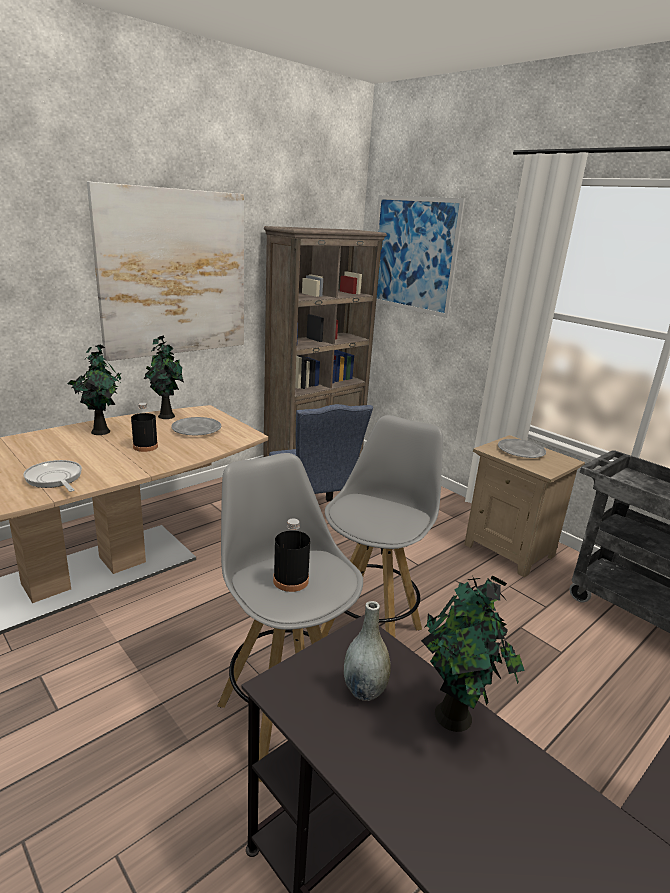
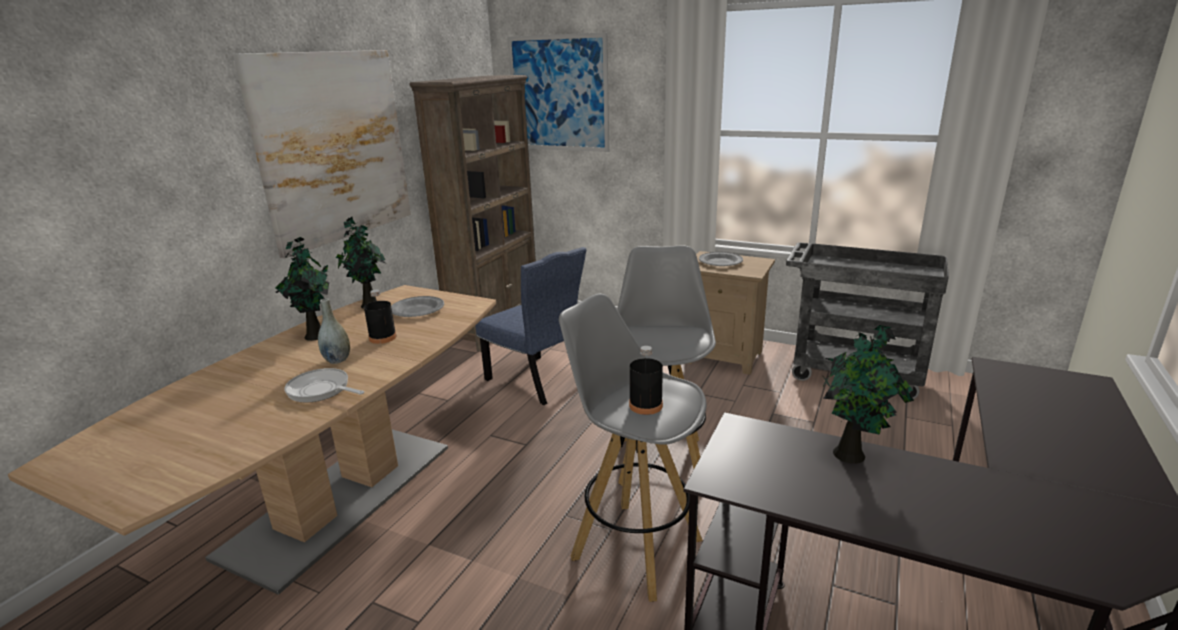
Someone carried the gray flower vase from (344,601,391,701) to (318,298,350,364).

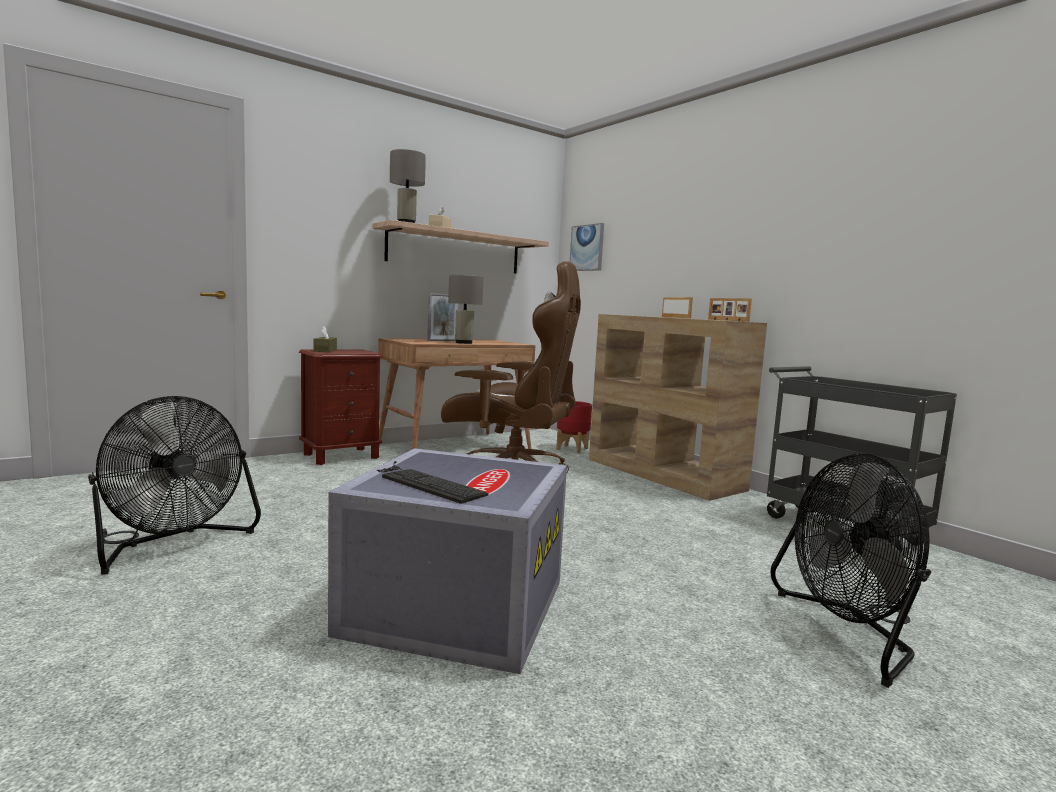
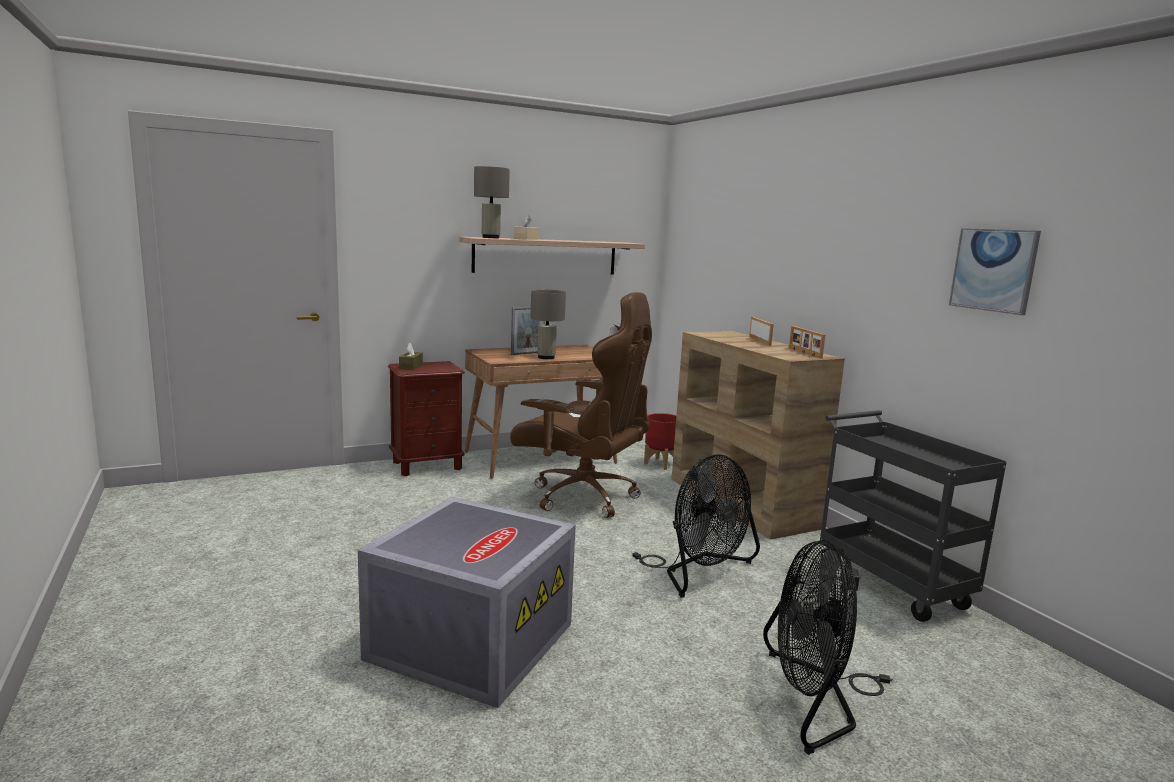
Someone carried the wall picture from (570,223,604,271) to (949,228,1041,315).
Someone carried the blackish electric fan from (88,396,261,575) to (632,454,760,598).
Someone took away the PC keyboard at (376,461,488,504).

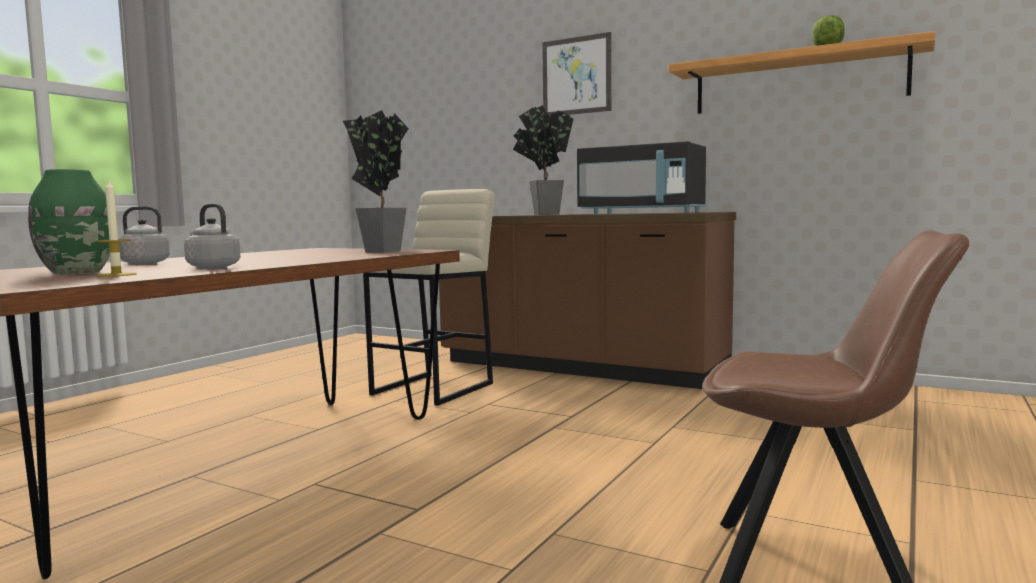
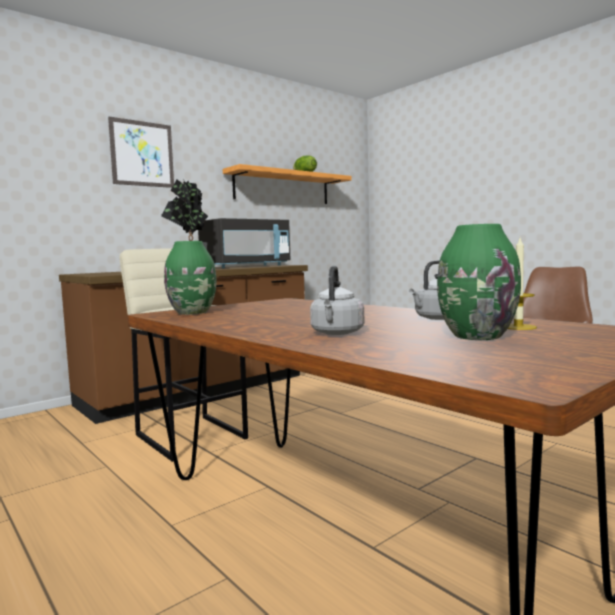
Someone took away the plant in a pot at (343,110,409,252).
Someone put down the green flower vase at (164,241,216,315).

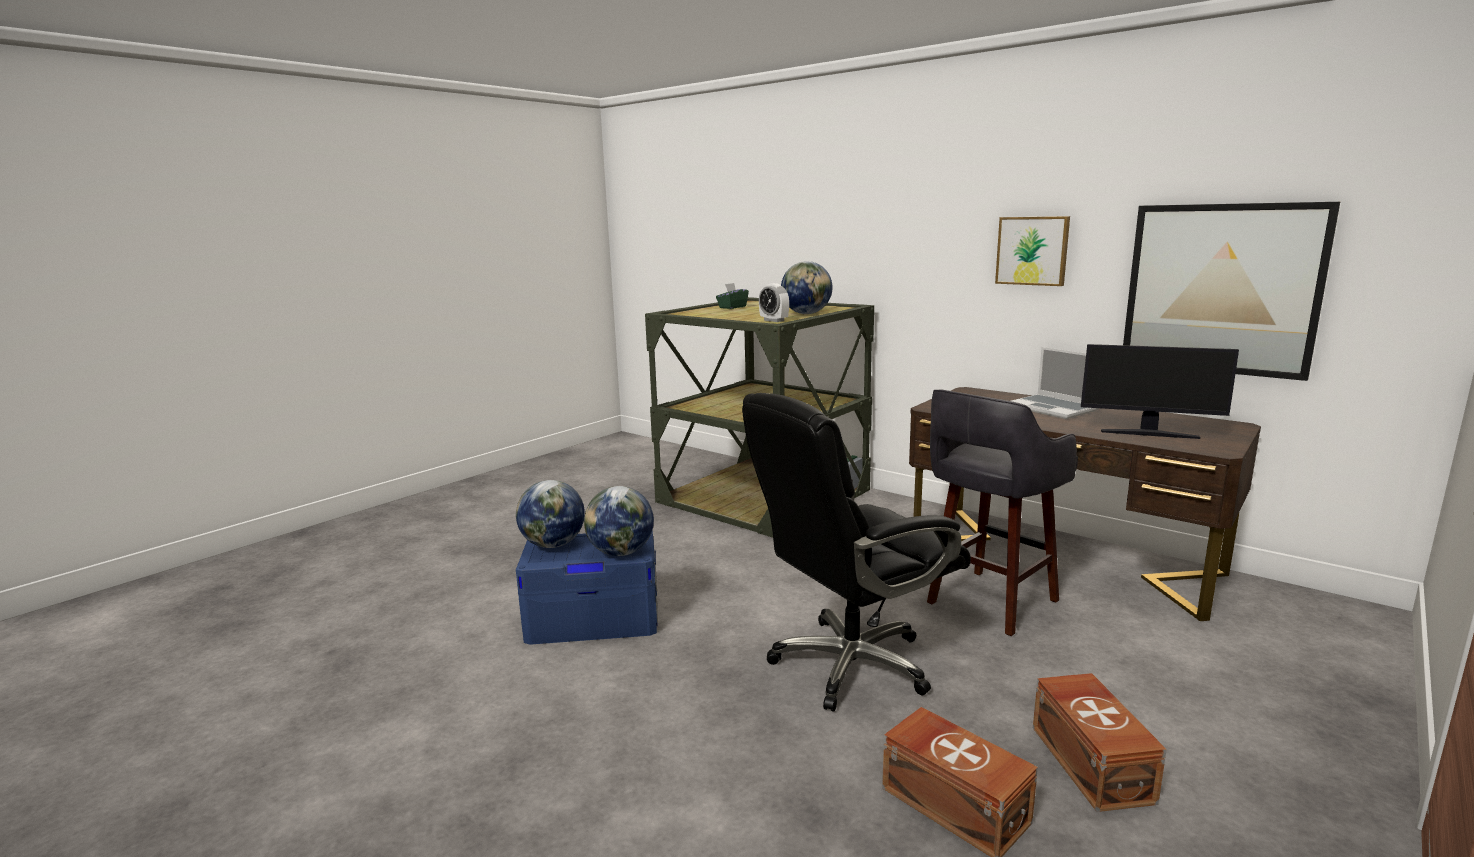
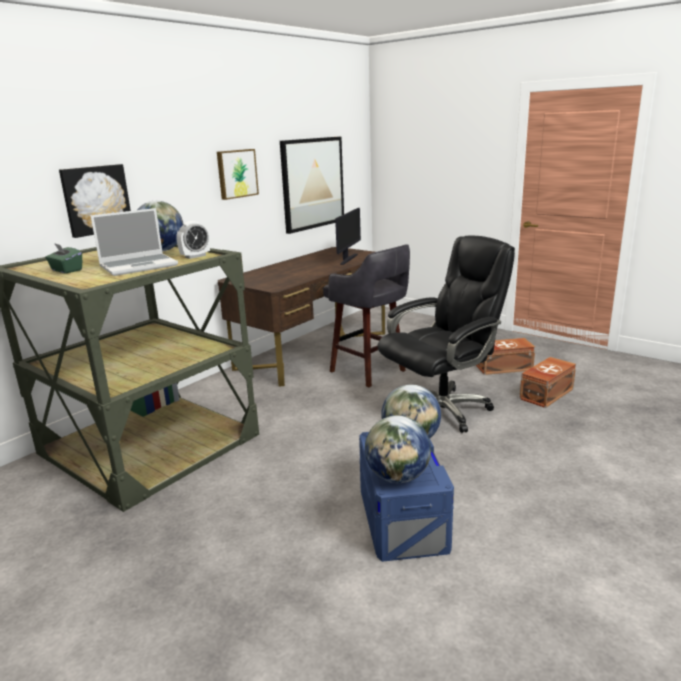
Someone carried the portable computer from (1011,347,1099,419) to (90,208,178,276).
Someone rotated the blackish computer chair at (742,393,971,712) by 90 degrees counterclockwise.
Someone put up the wall picture at (59,164,131,238).

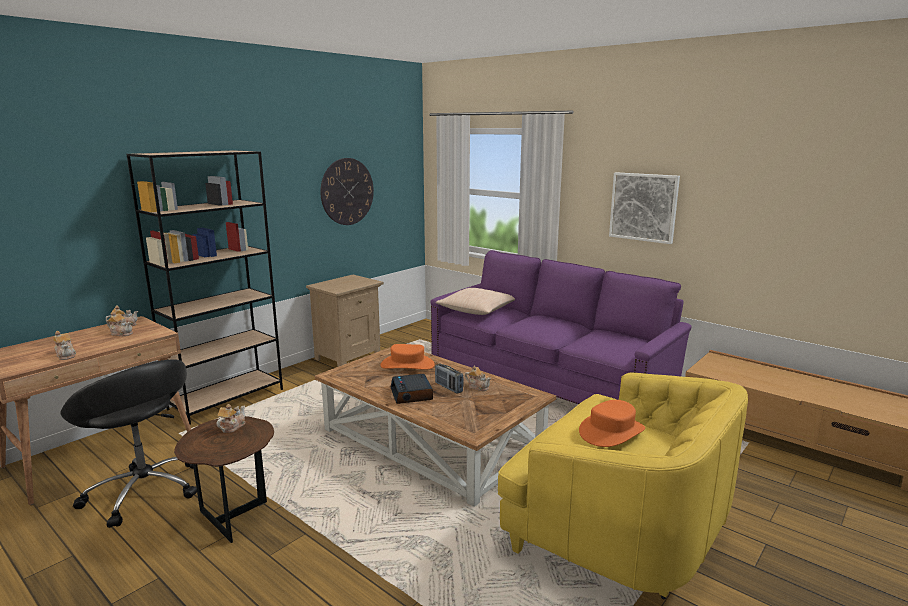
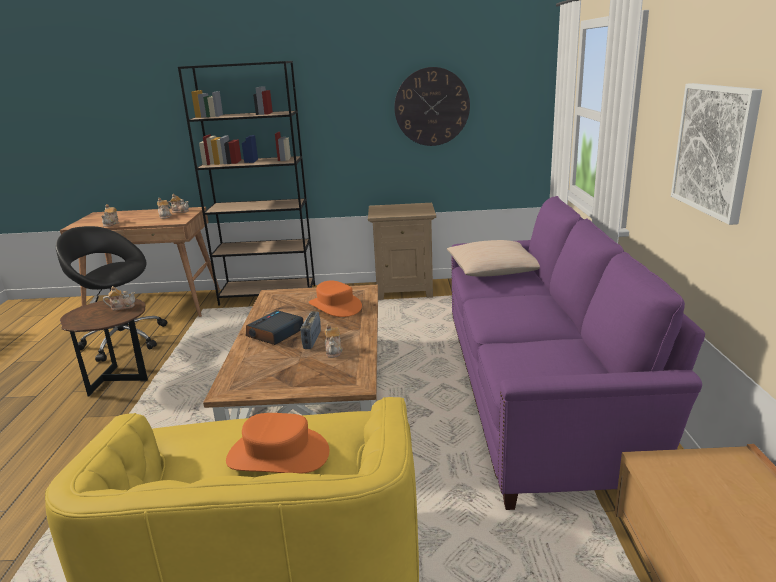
Someone rotated the blackish computer chair at (60,359,197,528) by 105 degrees clockwise.

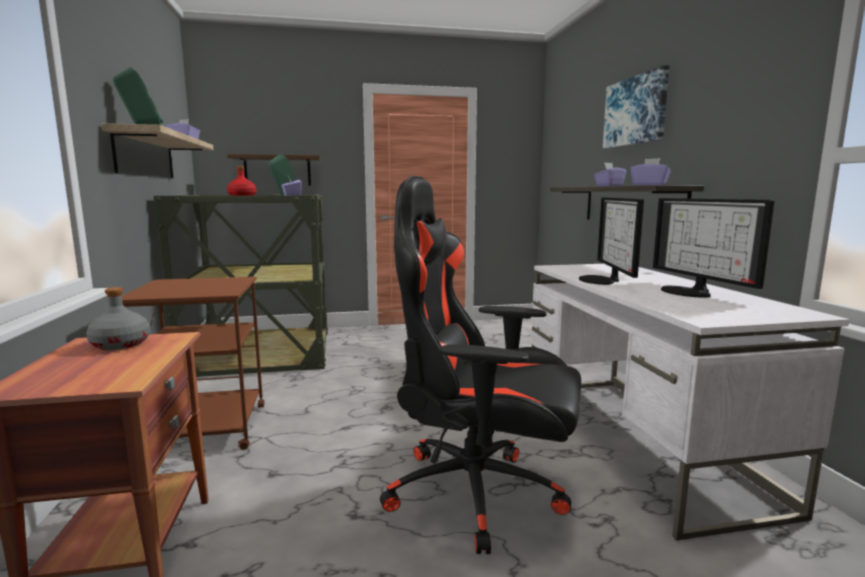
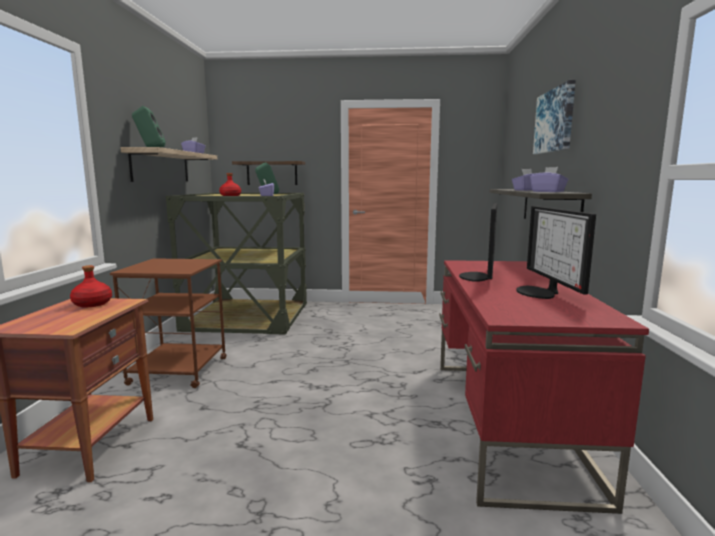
Someone took away the blackish computer chair at (380,176,581,554).
Someone repainted the whitish desk at (531,264,849,541), which became the reddish desk at (439,260,649,514).
Someone repainted the gray bottle at (86,287,150,350), which became the reddish bottle at (70,265,112,307).

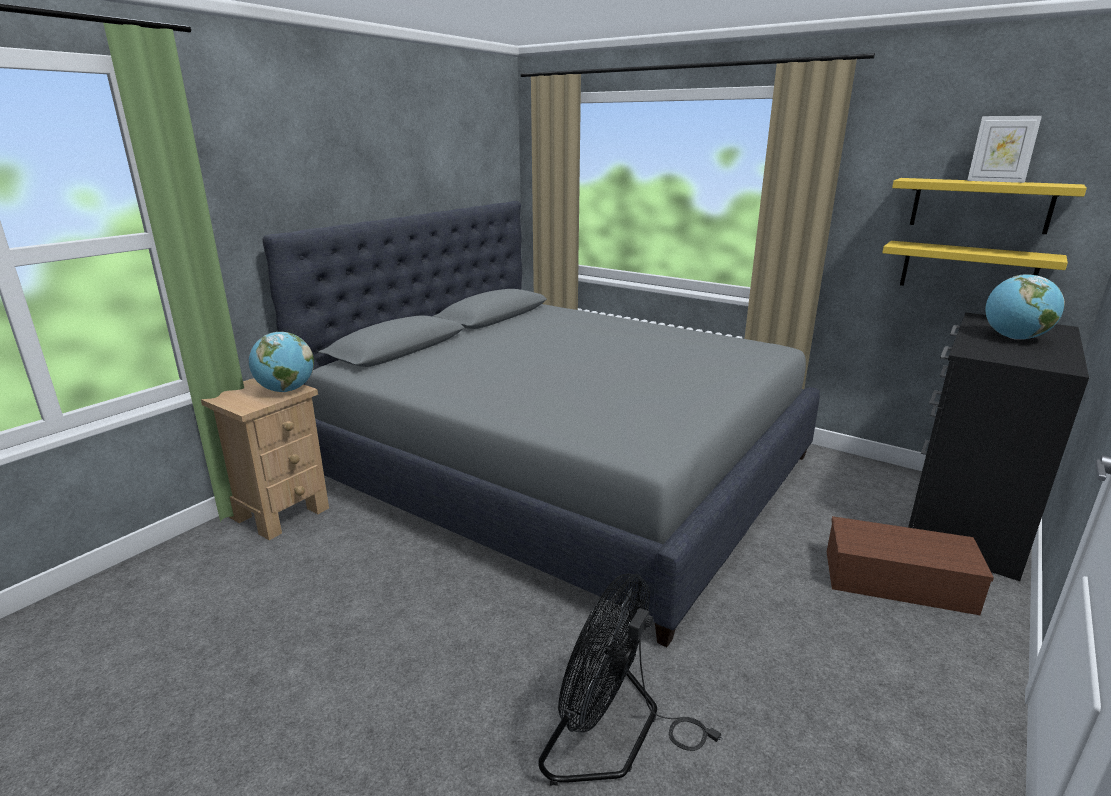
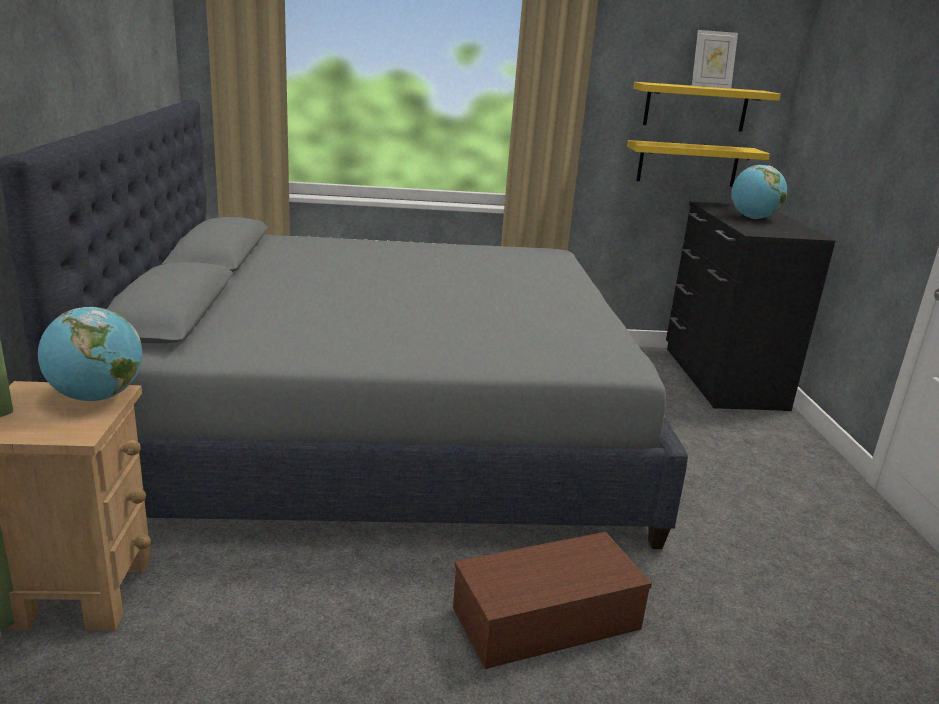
Someone carried the brown storage box from (827,516,994,615) to (453,532,652,669).
Someone took away the blackish electric fan at (538,573,723,786).

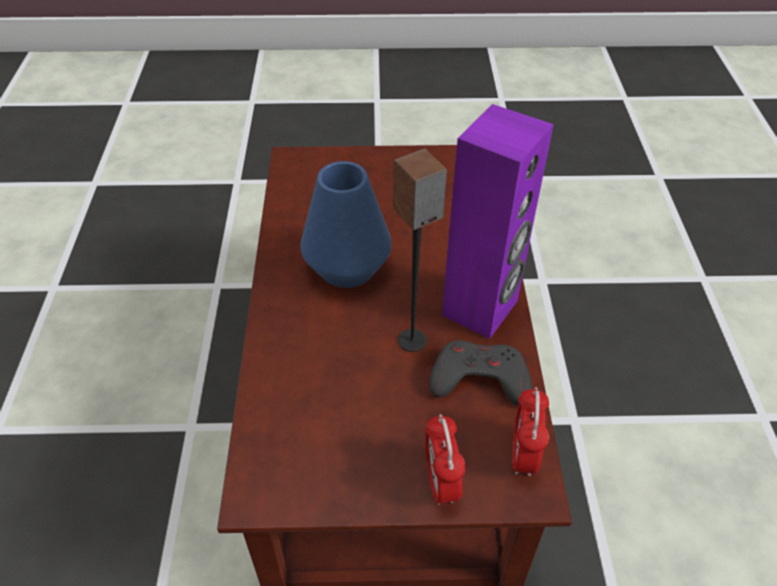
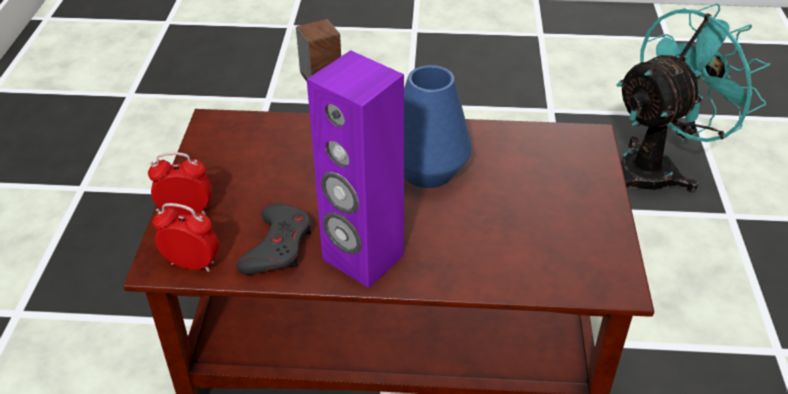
Someone put down the turquoise-coloured electric fan at (616,3,770,192).

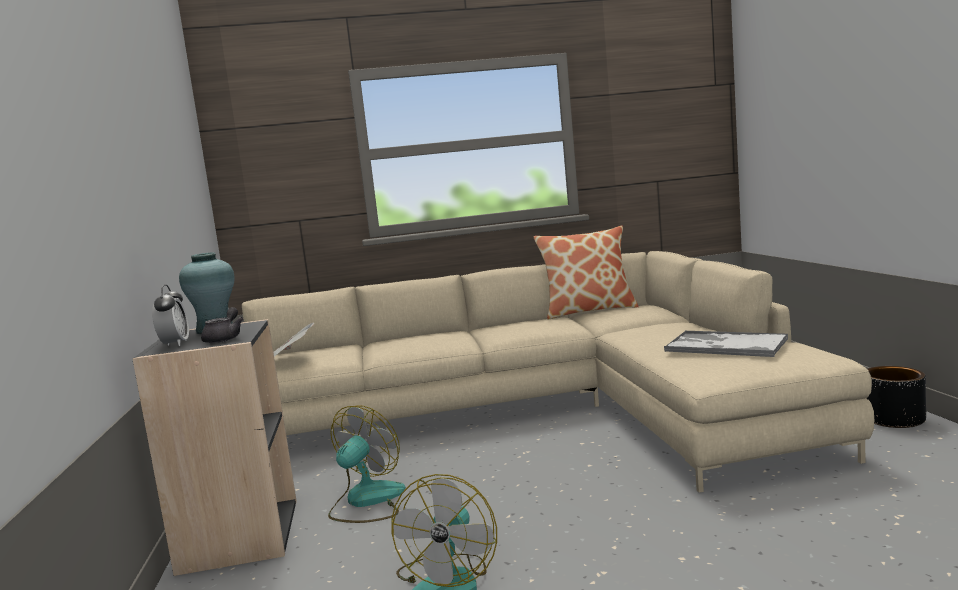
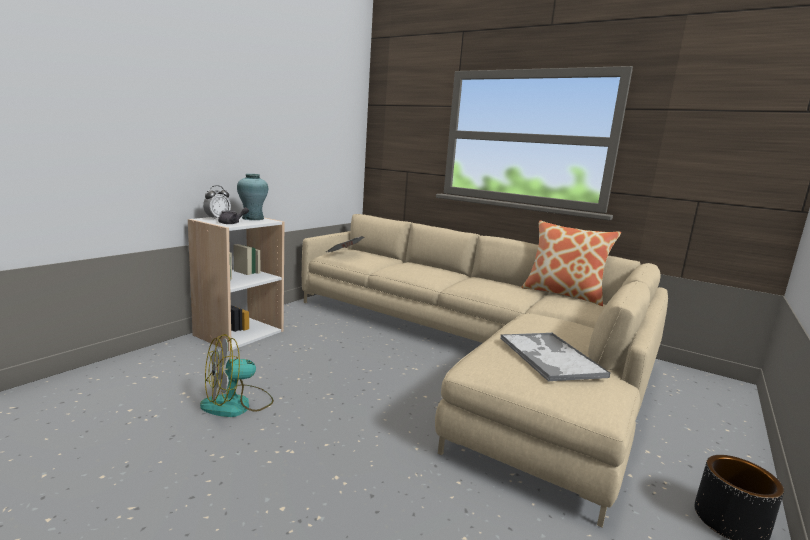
Someone repainted the blackish shelving unit at (132,319,297,576), which became the whitish shelving unit at (188,215,284,351).
Someone took away the electric fan at (328,405,406,523).

